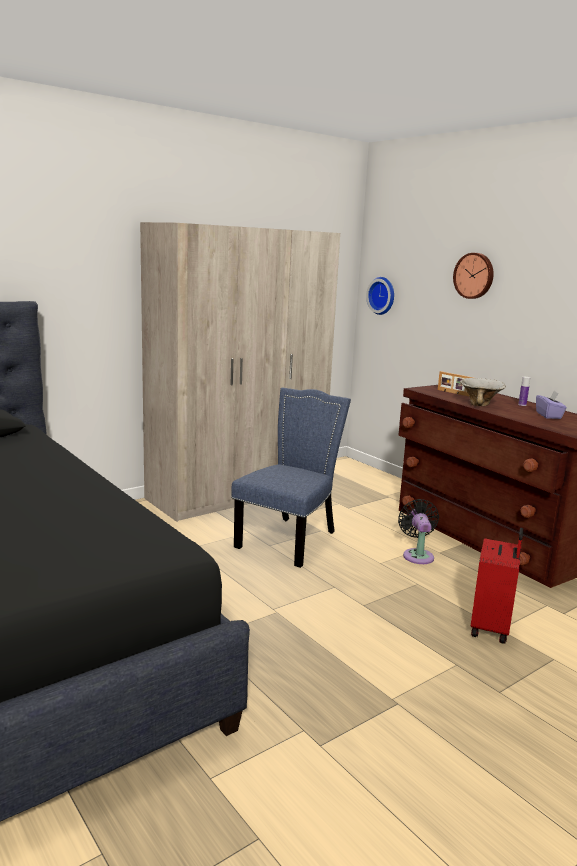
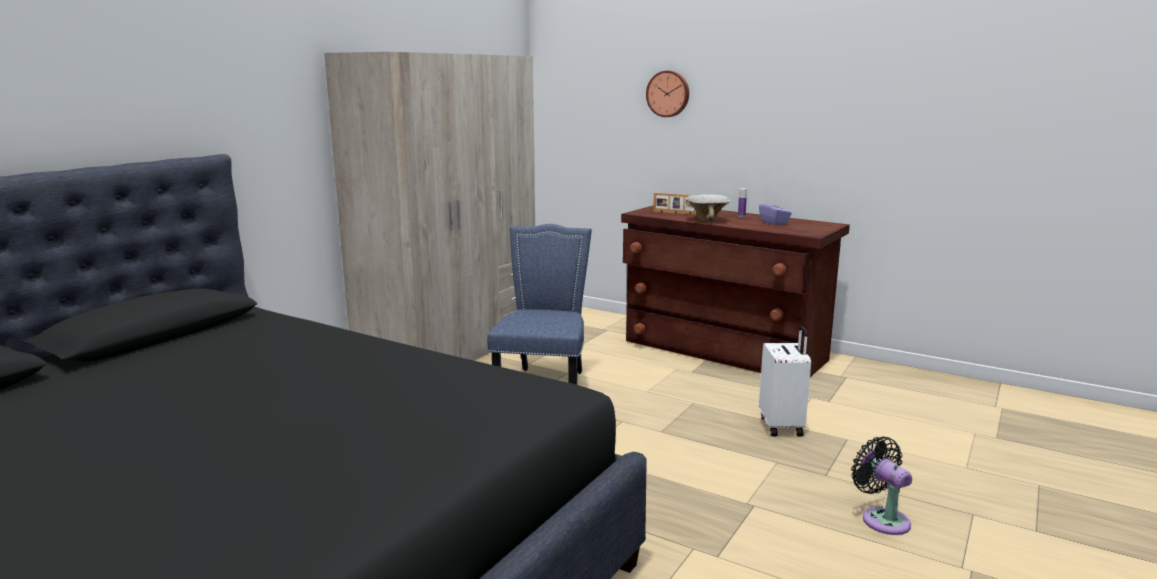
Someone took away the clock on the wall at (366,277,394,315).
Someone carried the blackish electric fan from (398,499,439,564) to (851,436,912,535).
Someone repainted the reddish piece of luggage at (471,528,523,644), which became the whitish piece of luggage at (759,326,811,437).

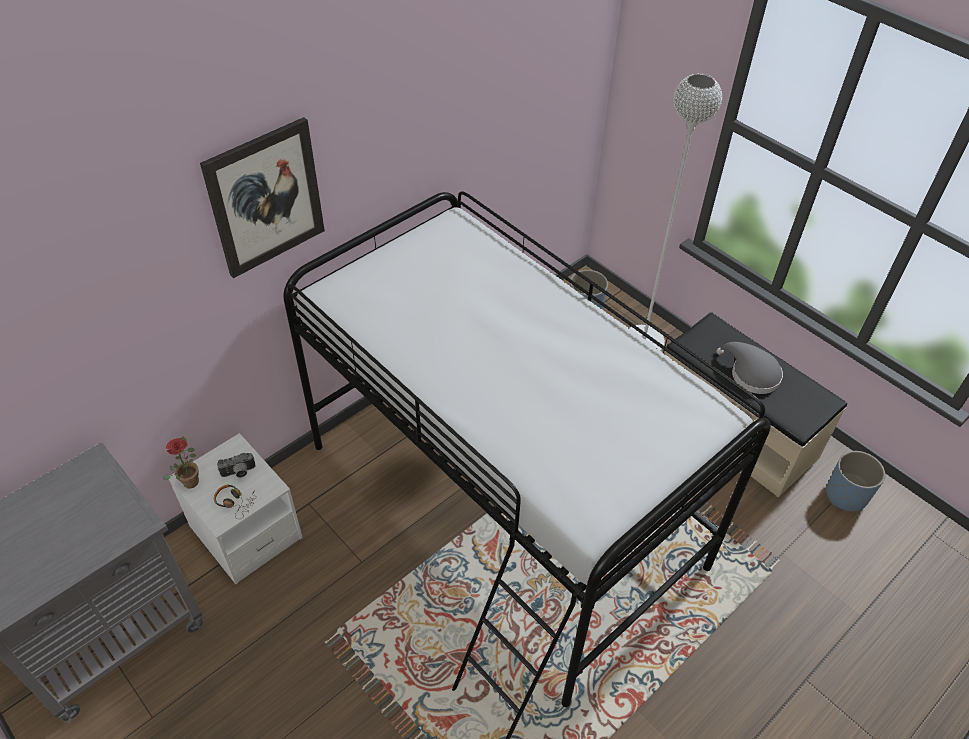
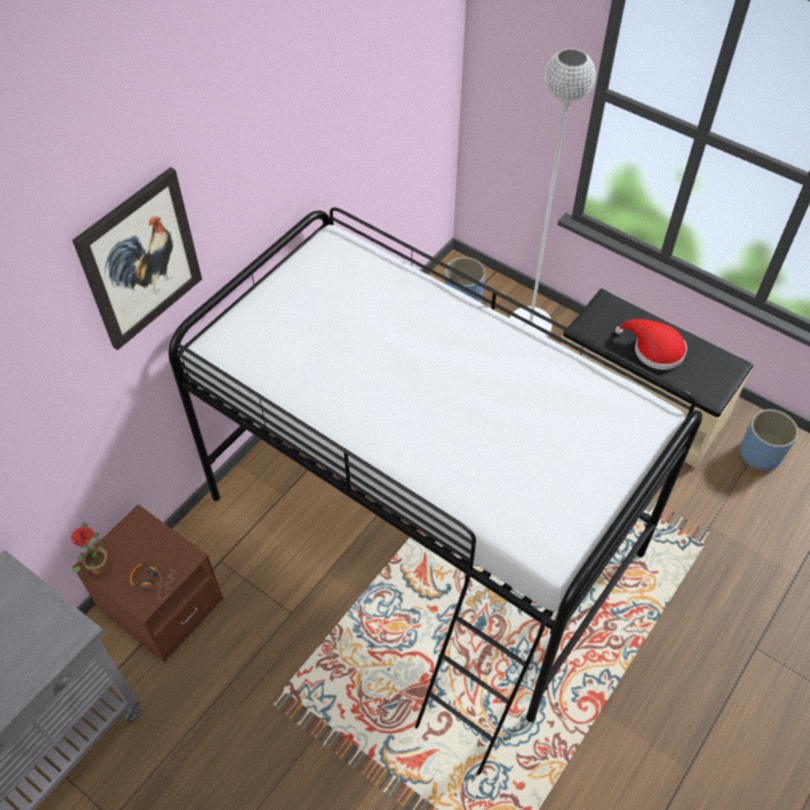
Someone repainted the gray hat at (716,342,783,394), which became the reddish hat at (615,319,687,370).
Someone repainted the whitish night table at (169,433,303,584), which became the brown night table at (73,504,223,662).
Someone took away the photo camera at (217,453,256,478).

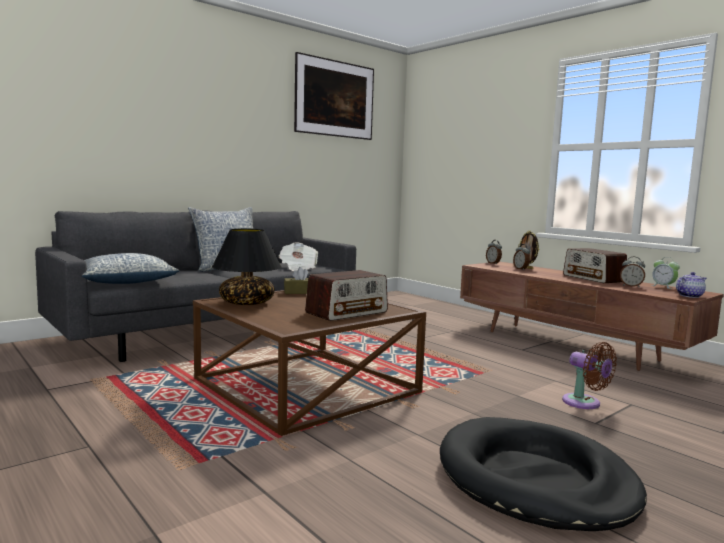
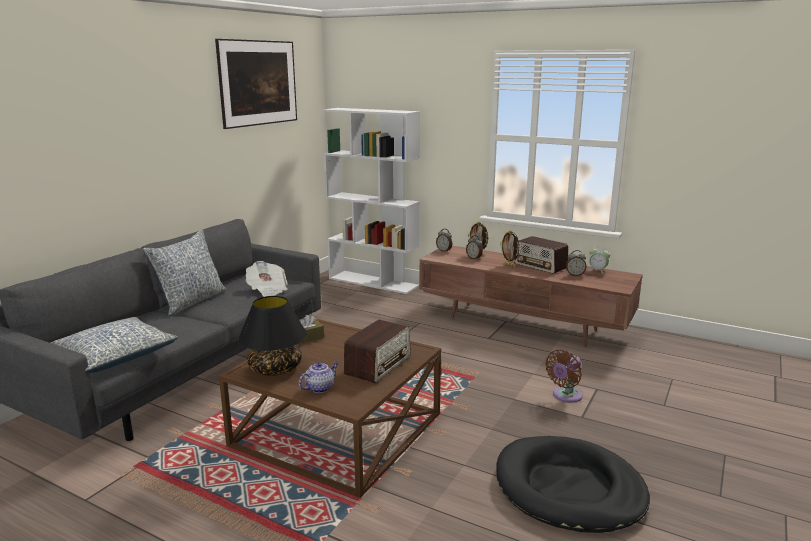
Someone carried the tea pot from (676,272,706,298) to (299,362,339,393).
Someone rotated the brown electric fan at (562,342,617,409) by 105 degrees clockwise.
Someone put down the whitish shelving unit at (322,108,420,294).
Someone put down the picture frame at (500,230,520,268).

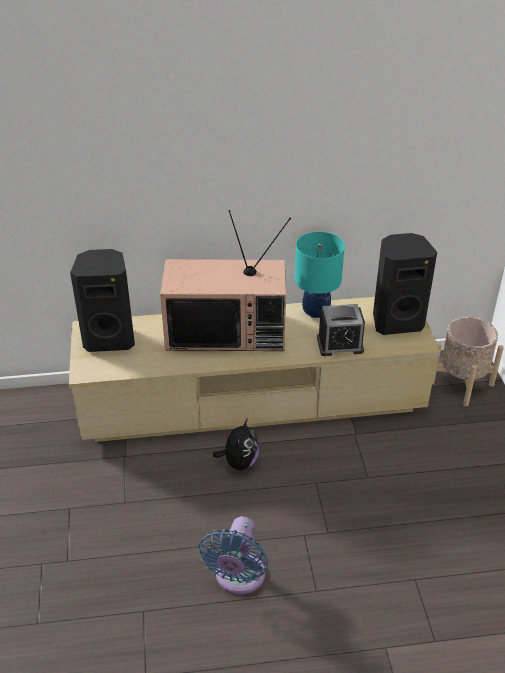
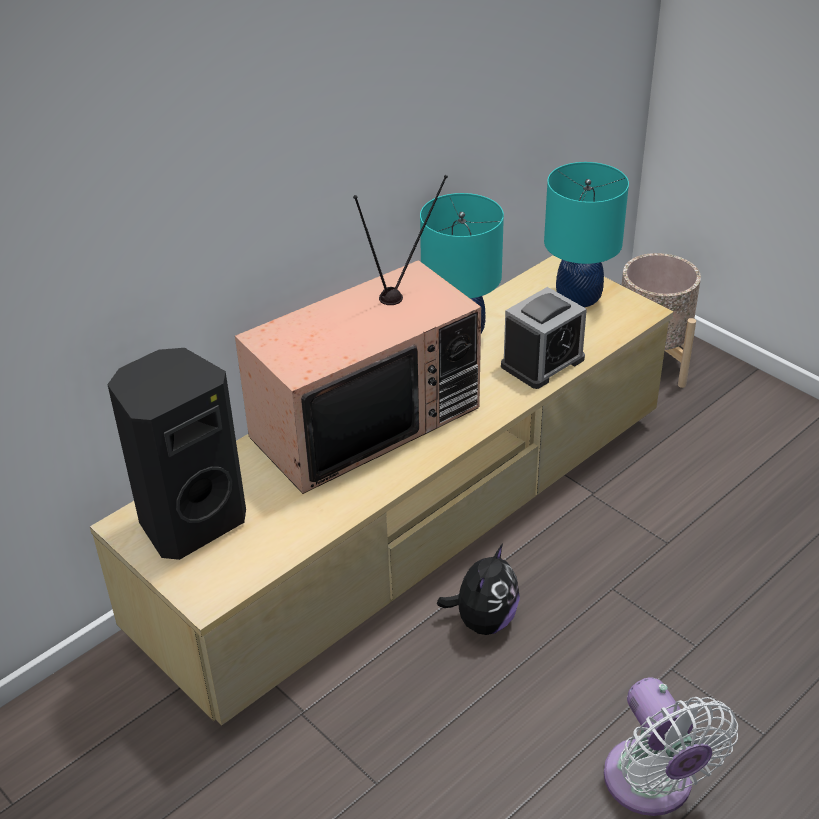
Someone swapped the blackish audio speaker at (373,233,437,335) for the turquoise-coloured table lamp at (544,162,629,307).
Someone rotated the plush toy at (213,418,259,470) by 45 degrees clockwise.
Someone repainted the blue electric fan at (199,516,268,595), which became the whitish electric fan at (604,677,738,816).

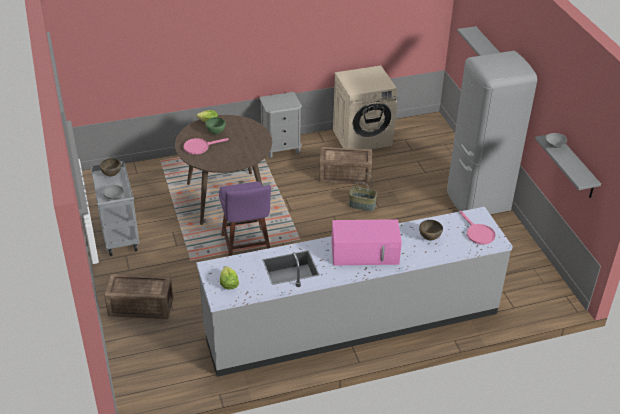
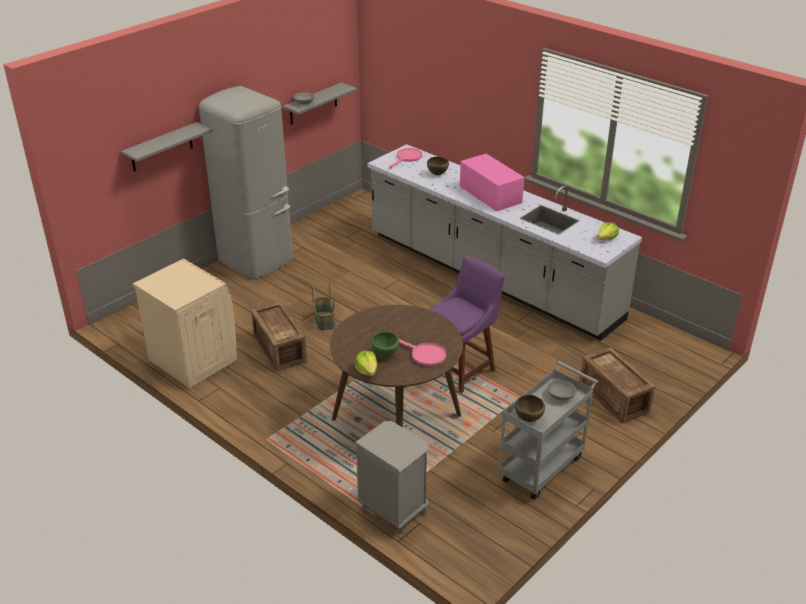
Someone carried the gray night table from (260,92,302,158) to (355,421,429,534).

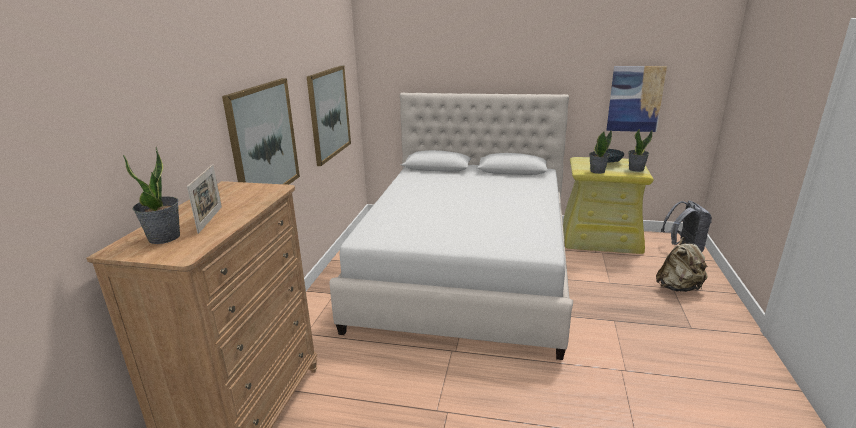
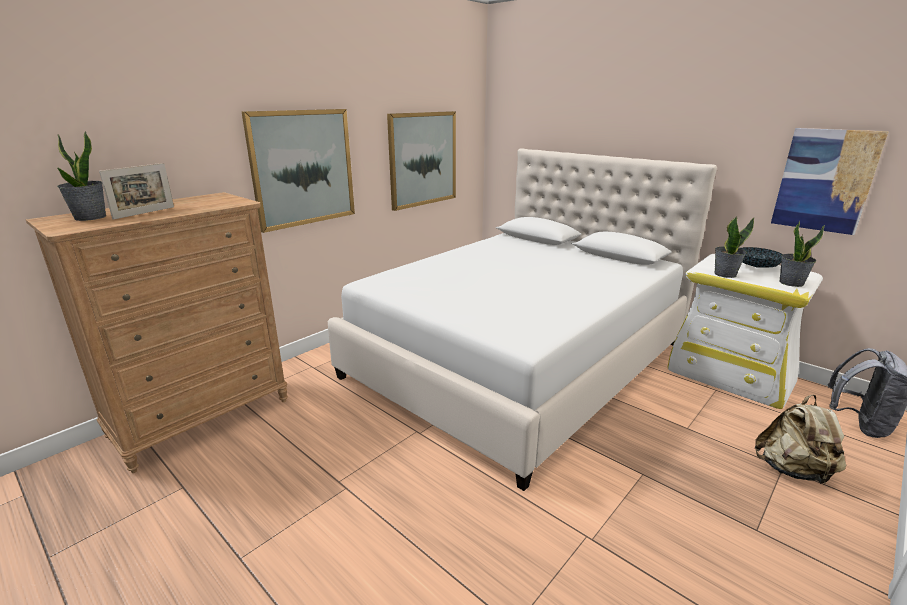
Someone repainted the yellowish night table at (563,157,654,254), which became the whitish night table at (668,254,823,409).

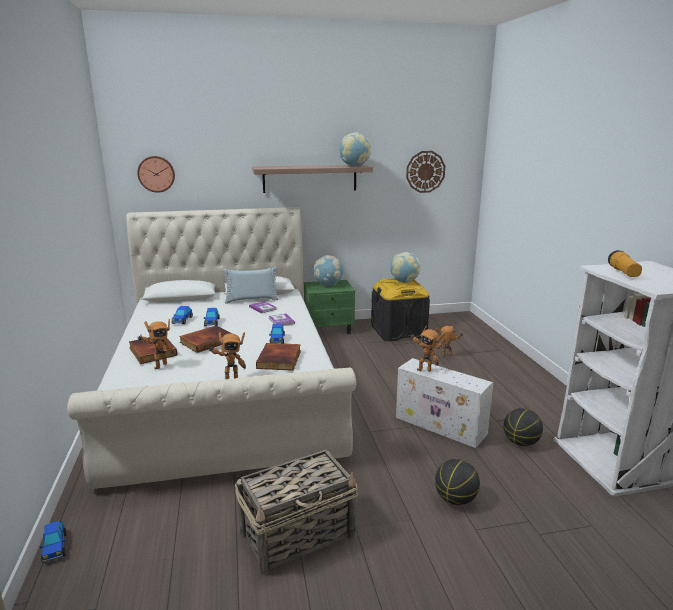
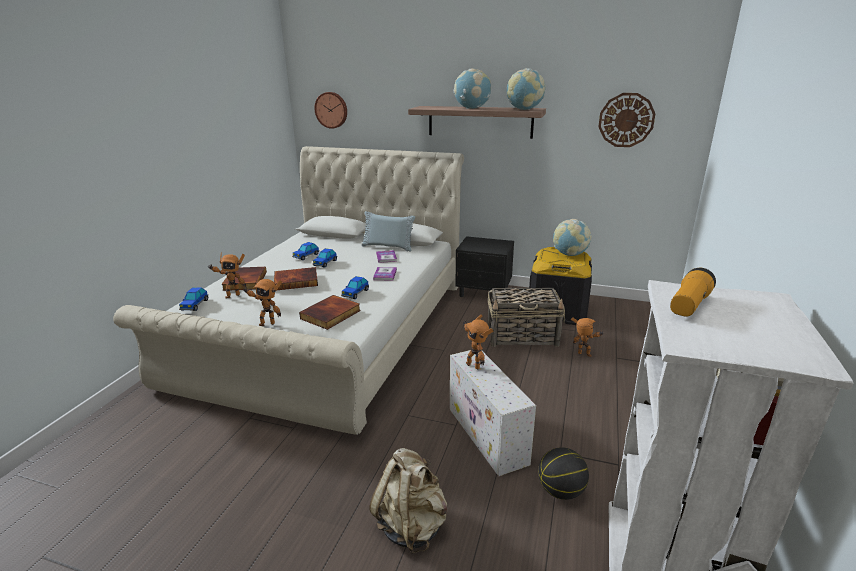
Someone carried the globe from (313,255,343,286) to (453,68,491,109).
Someone repainted the green night table at (304,280,355,334), which became the blackish night table at (455,236,514,297).
Someone carried the household basket from (235,450,358,576) to (488,288,565,347).
Someone swapped the basketball ball at (435,459,480,505) for the sand-coloured knapsack at (370,448,448,554).
Someone carried the miniature car from (40,521,67,563) to (179,287,208,311).

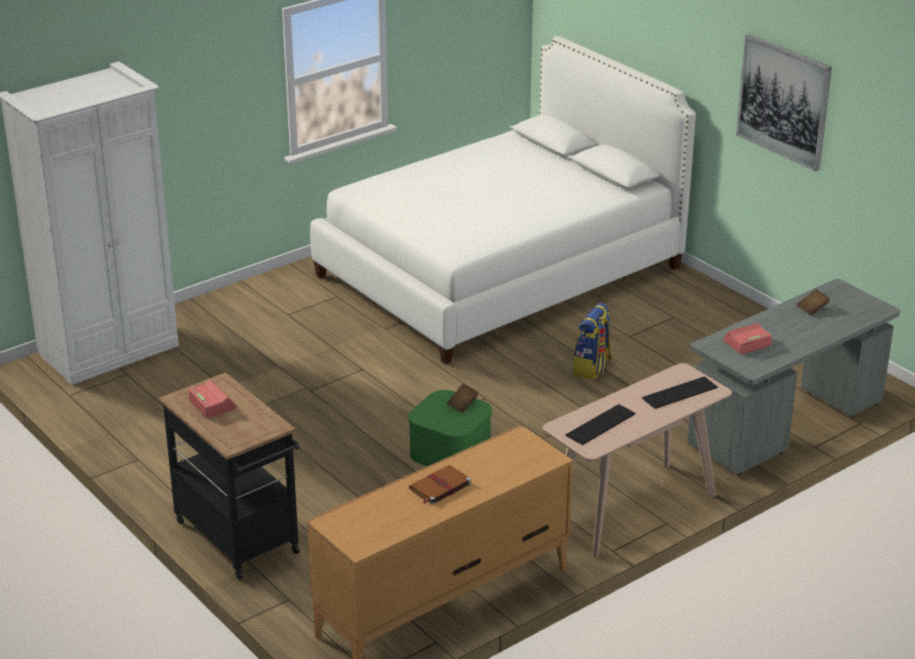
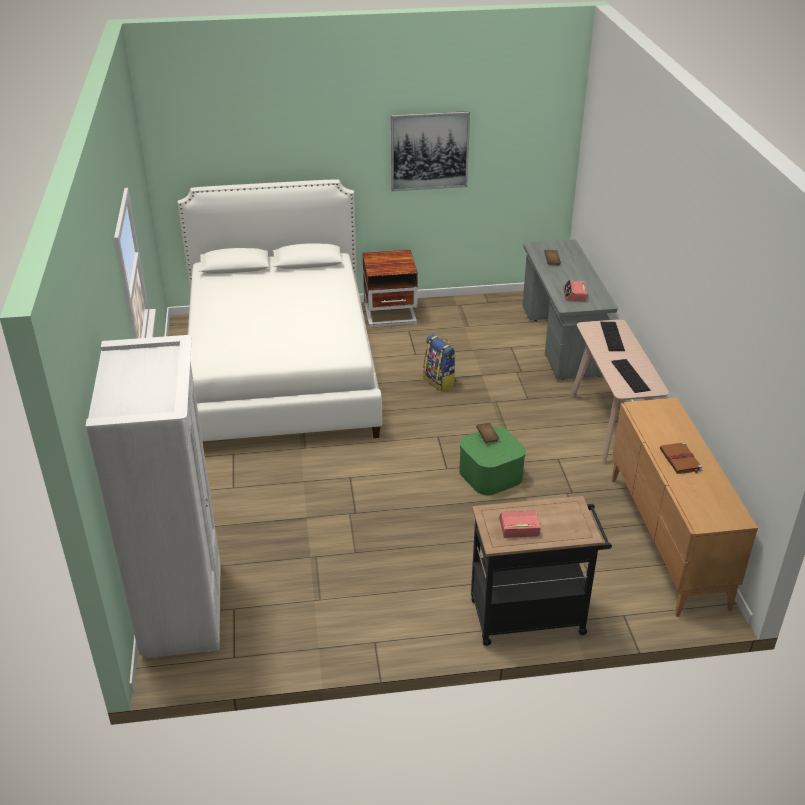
Someone put down the night table at (363,250,418,328).

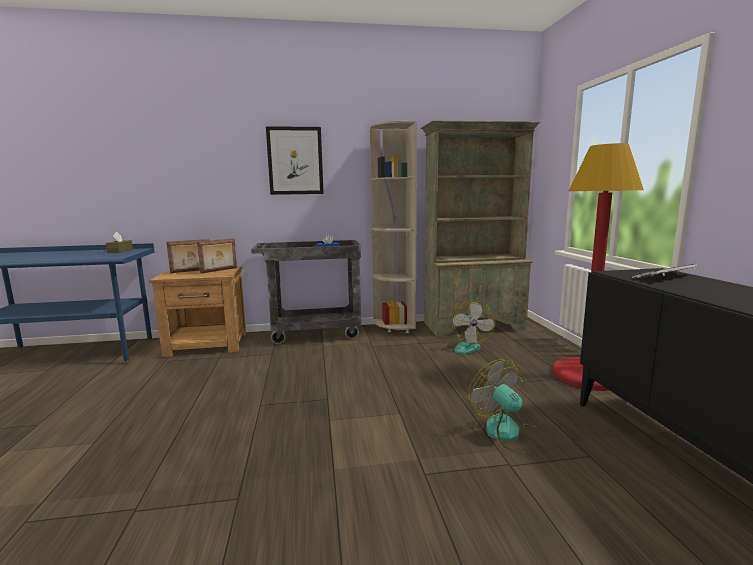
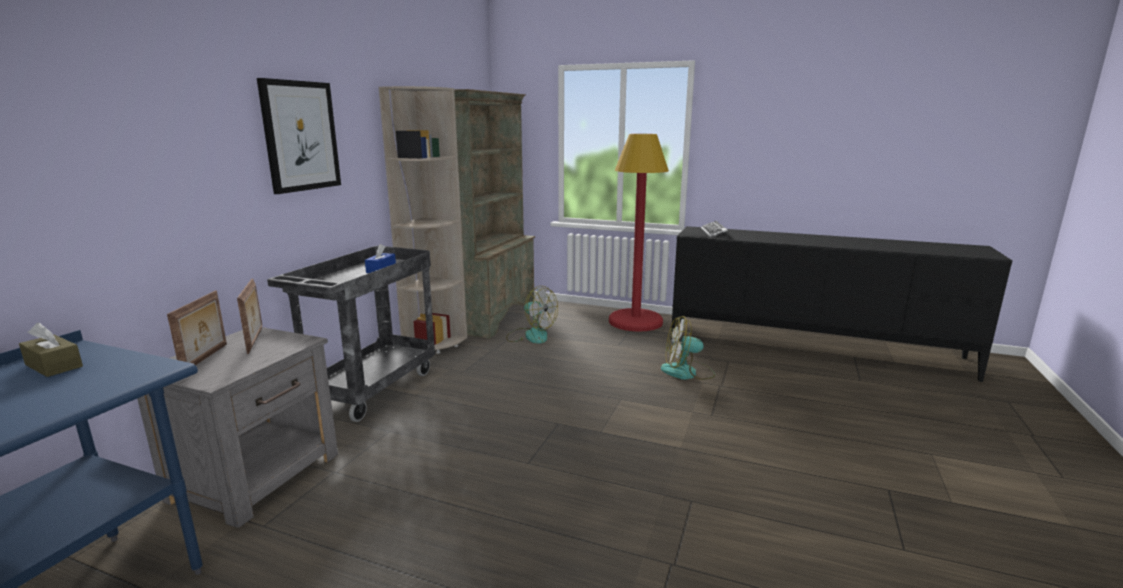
Someone repainted the brown night table at (149,267,246,358), which became the gray night table at (137,327,338,528).

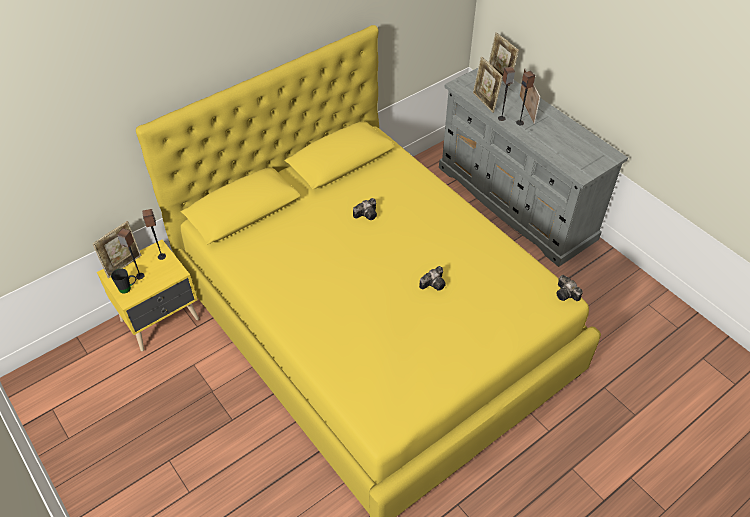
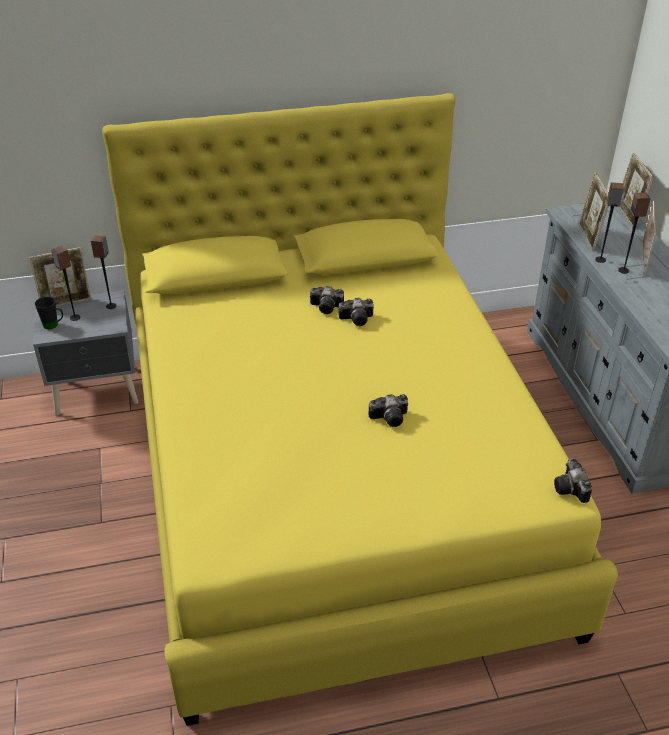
Someone repainted the yellowish night table at (97,240,199,351), which became the gray night table at (33,290,138,415).
Someone put down the photo camera at (310,286,344,314).

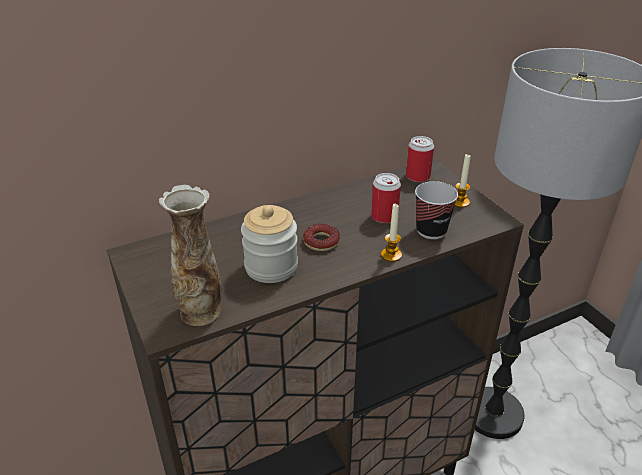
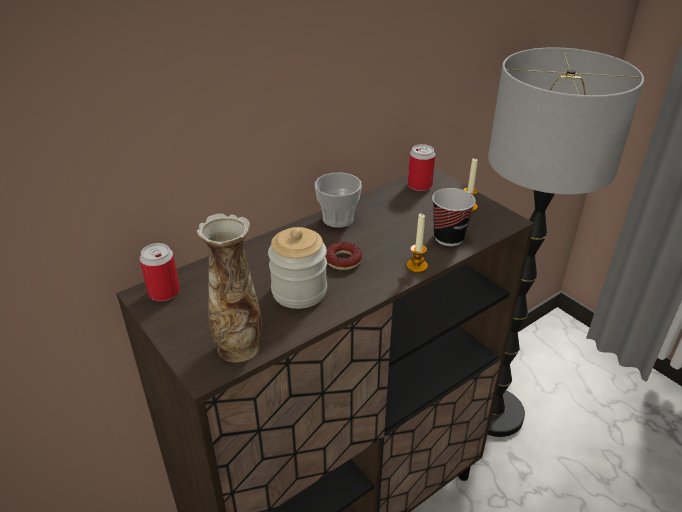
Someone carried the metal can from (371,173,401,223) to (139,243,180,301).
Someone put down the cup at (315,173,362,228).

